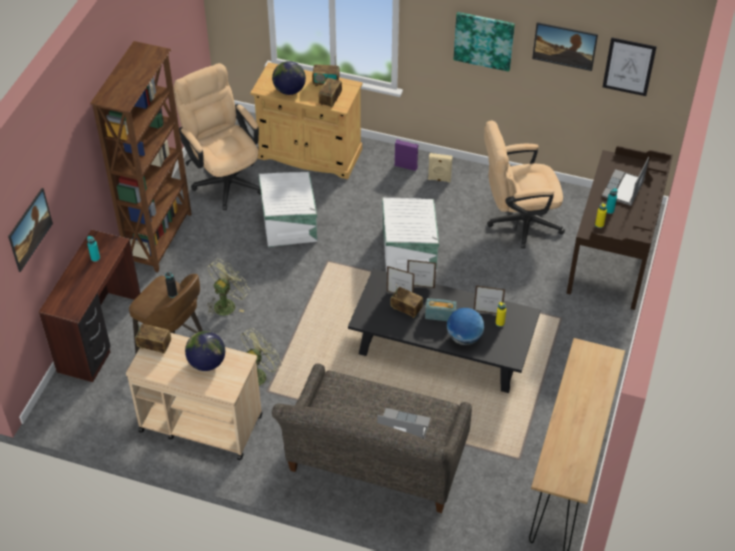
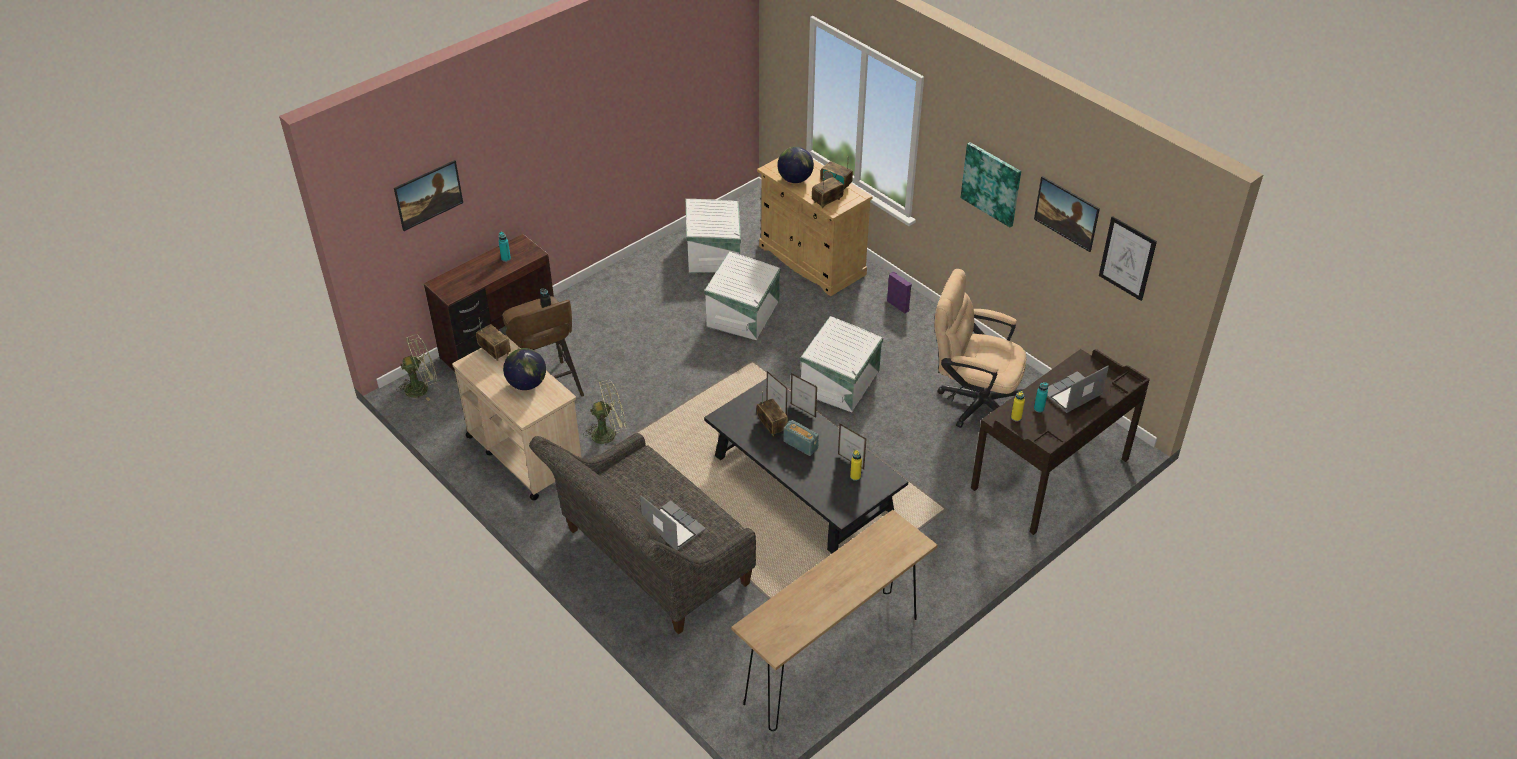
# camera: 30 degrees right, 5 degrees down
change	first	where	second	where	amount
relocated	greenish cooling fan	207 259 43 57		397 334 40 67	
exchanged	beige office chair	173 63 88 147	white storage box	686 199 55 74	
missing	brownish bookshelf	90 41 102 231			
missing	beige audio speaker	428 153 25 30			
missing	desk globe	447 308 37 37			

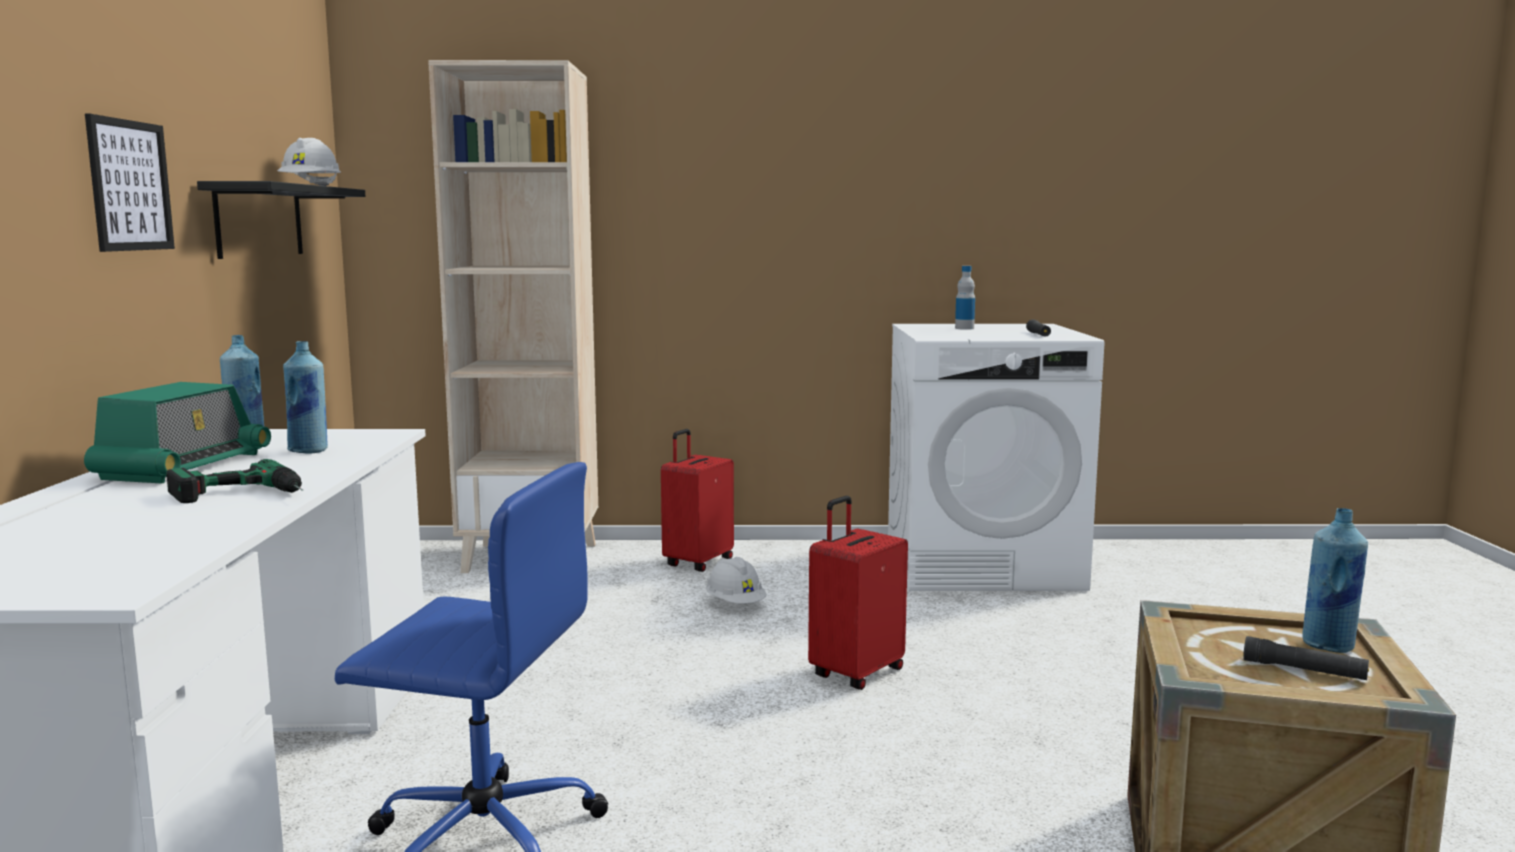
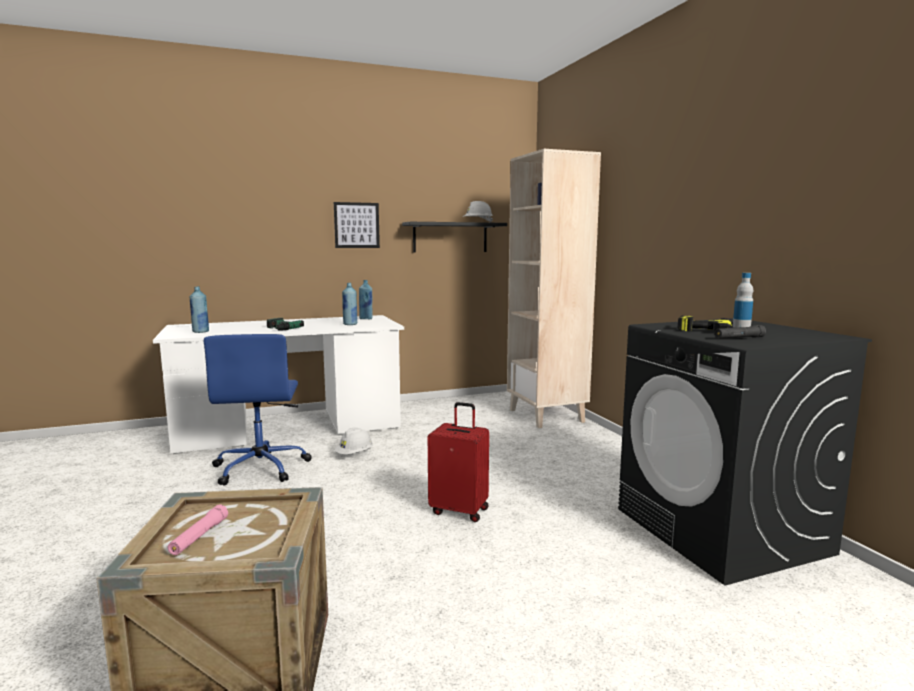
# camera: 70 degrees right, 0 degrees up
change	first	where	second	where	amount
colour	blackish torch	1243 636 126 44	pink-coloured torch	168 504 60 51	
relocated	blue-coloured beverage bottle	1302 508 66 145		189 286 20 47	
relocated	white safety helmet	706 557 61 47		334 427 39 27	
colour	white laundry machine	888 324 216 267	blackish laundry machine	618 318 254 267	
appeared			drill	678 316 54 15	
missing	radio receiver	84 382 187 102			
missing	red-coloured suitcase	661 429 73 143			

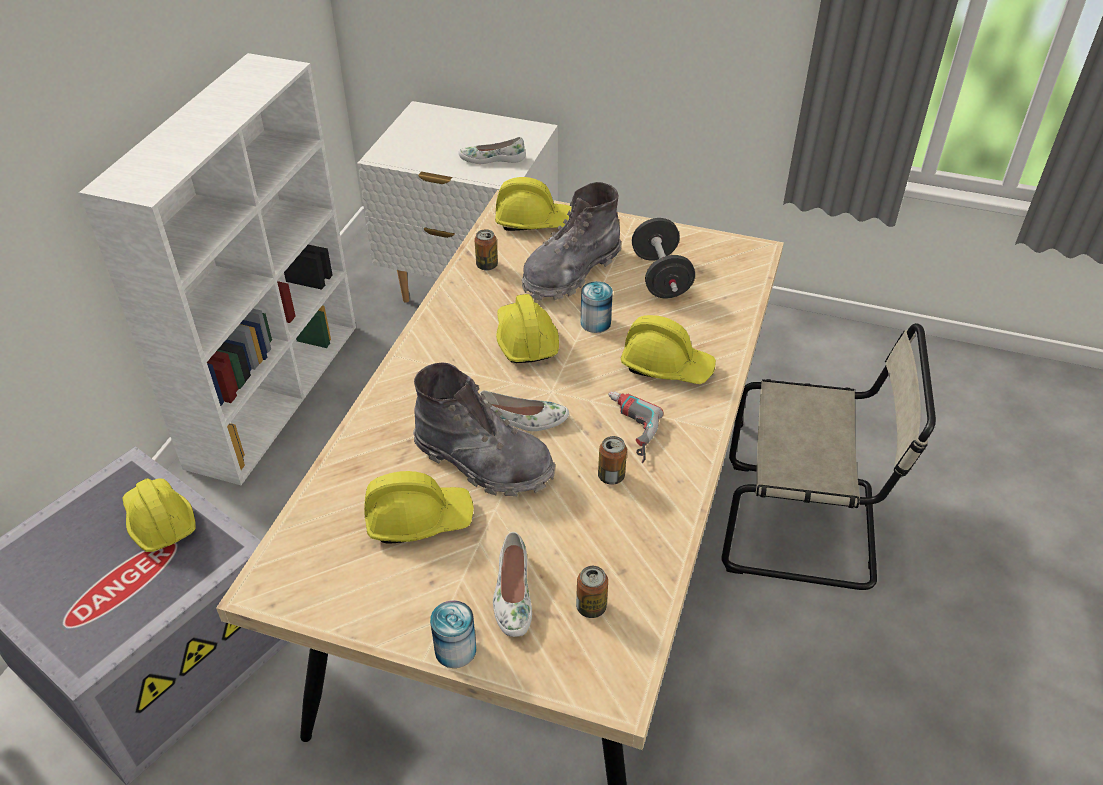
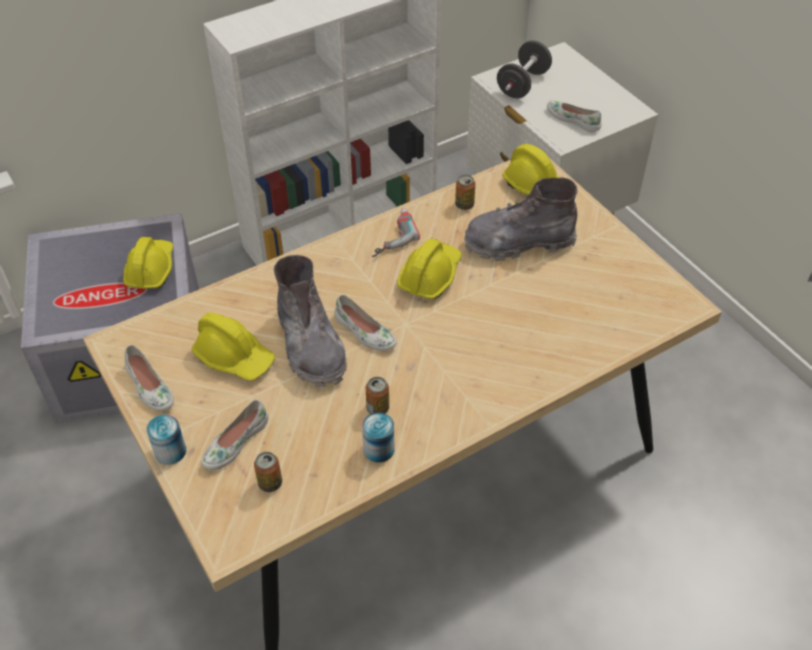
# camera: 40 degrees right, 5 degrees up
change	first	where	second	where	amount
appeared			white shoe	125 345 49 66	
relocated	sealed can	581 281 32 52		362 412 32 51	
relocated	drill	608 391 55 72		372 208 48 49	
relocated	blackish hand weight	632 218 63 80		497 40 55 58	
missing	yellow safety helmet	621 315 95 69			
missing	beige plain chair	722 323 214 267			

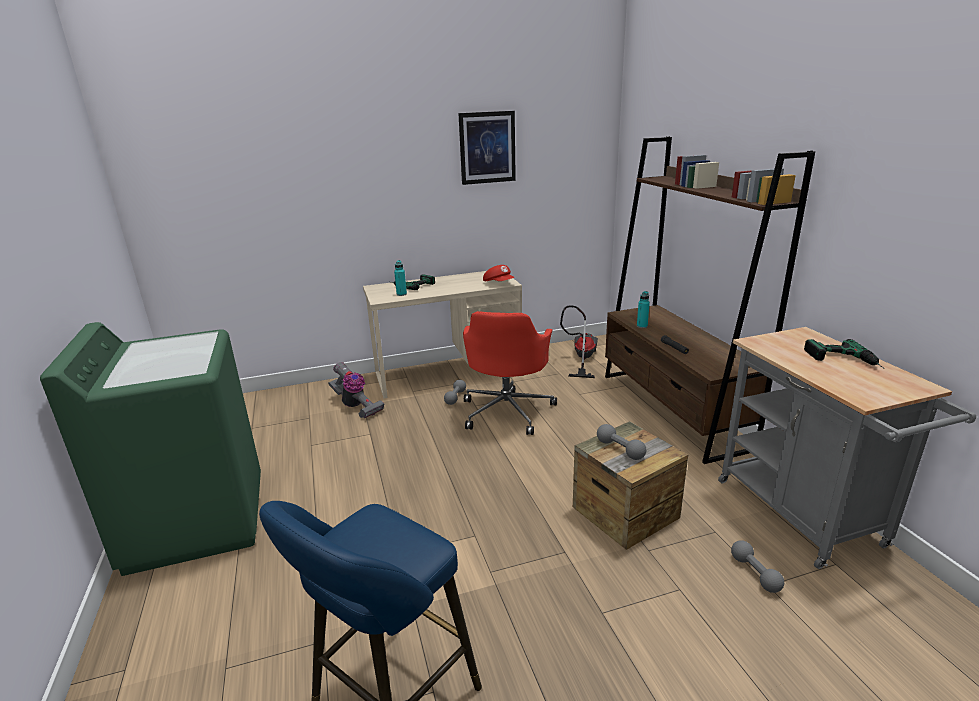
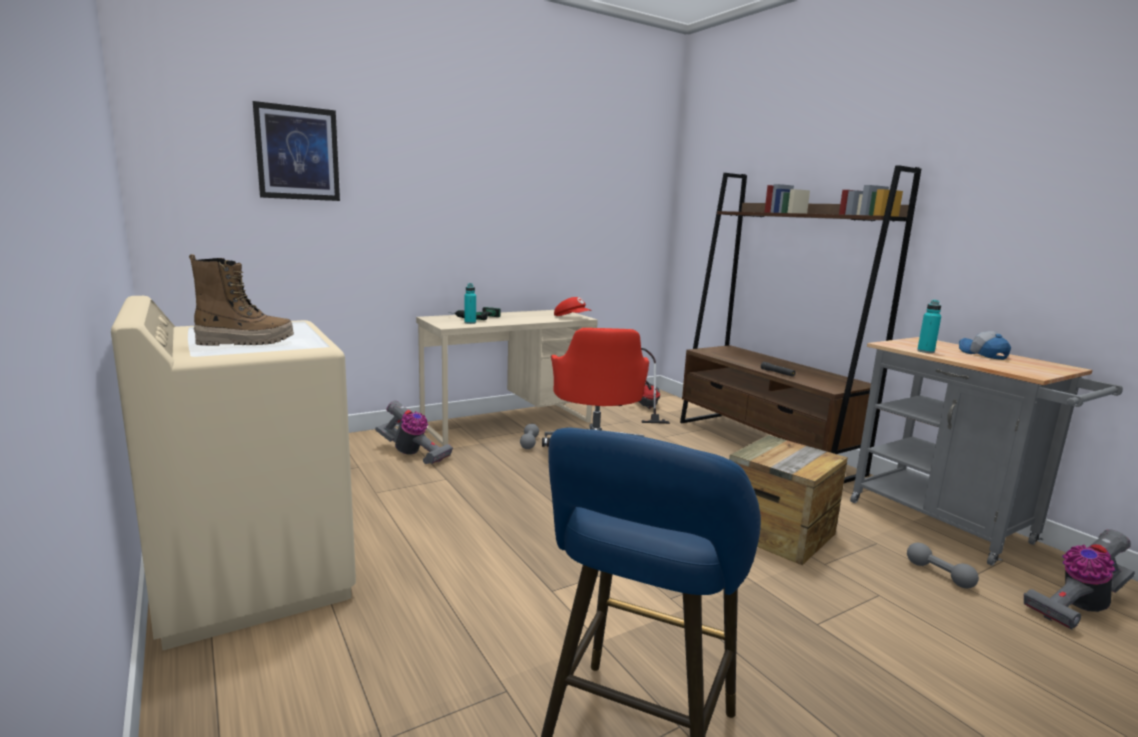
# camera: 15 degrees left, 10 degrees down
change	first	where	second	where	amount
colour	greenish laundry machine	40 322 221 254	beige laundry machine	111 296 245 354	
appeared			tall boot	189 254 105 92	
relocated	wall picture	458 111 58 74		253 101 87 100	
relocated	turquoise beverage bottle	637 291 13 37		917 300 24 53	
exchanged	drill	804 339 81 30	cap	959 331 52 29	
appeared			hoover	1024 530 111 100	
missing	greyish hand weight	597 424 49 36			

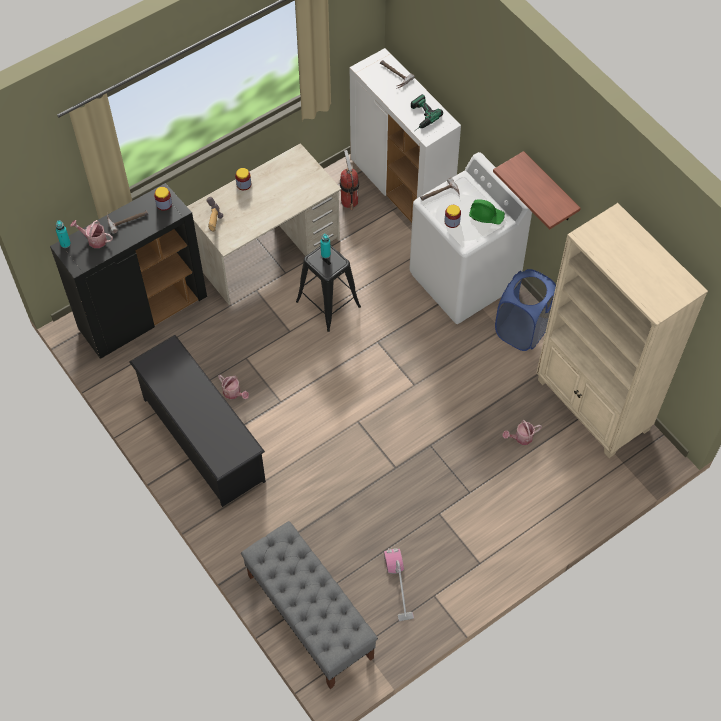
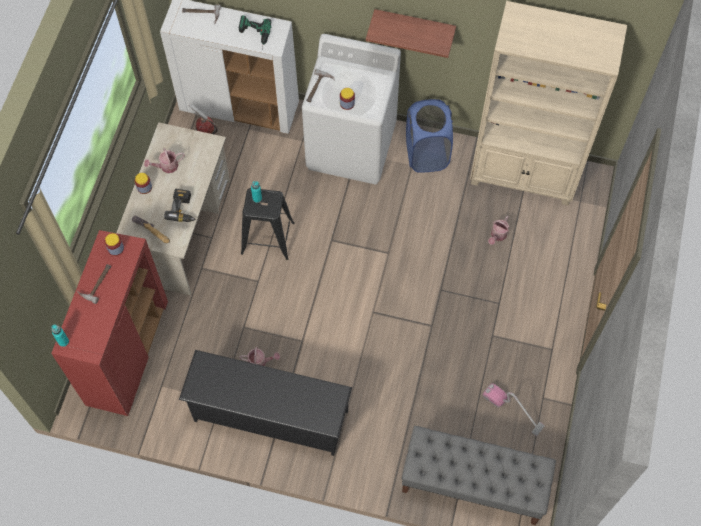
# camera: 40 degrees left, 5 degrees up
change	first	where	second	where	amount
colour	blackish cupboard	50 183 157 176	red-coloured cupboard	51 230 117 186	
relocated	watering pot	70 220 43 28		144 148 41 25	
appeared			drill	164 189 33 33	
missing	greenish safety helmet	469 199 36 26			

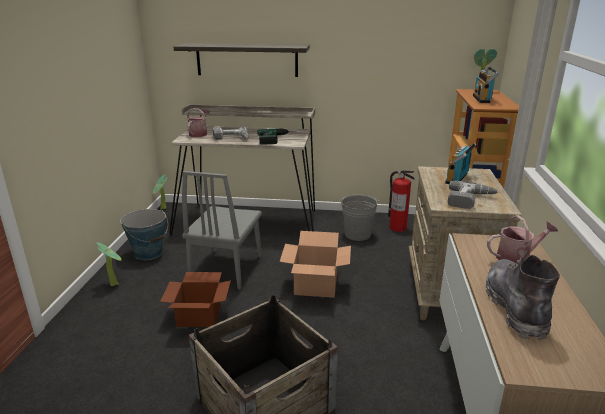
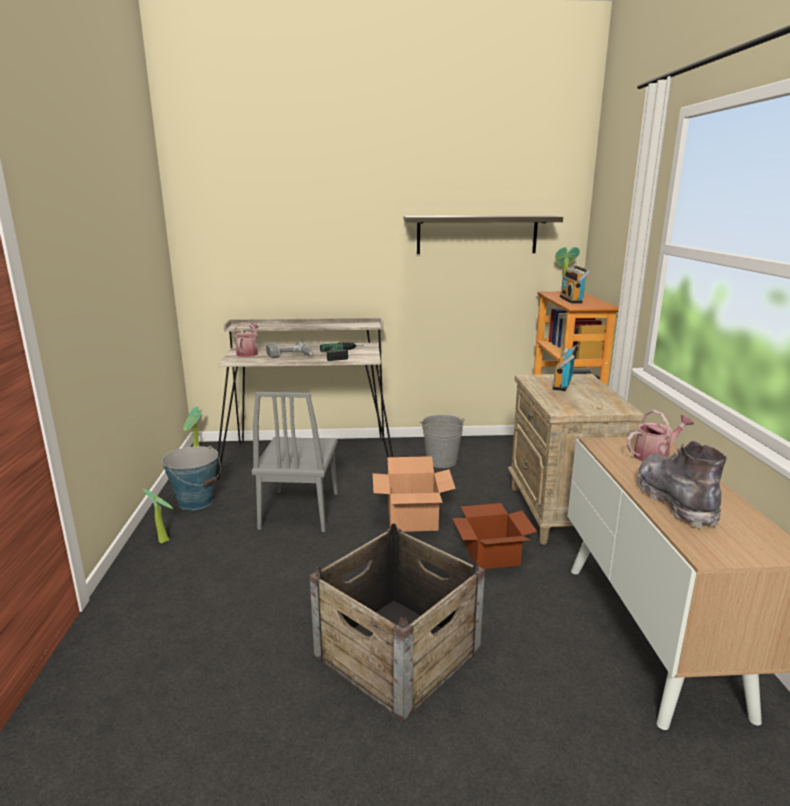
# camera: 10 degrees left, 5 degrees down
change	first	where	second	where	amount
relocated	shelf	173 43 137 34		403 216 160 38	
relocated	cardboard box	160 272 71 55		452 503 85 66	
missing	fire-fighting cylinder	388 170 26 62			
missing	drill	447 181 52 28			

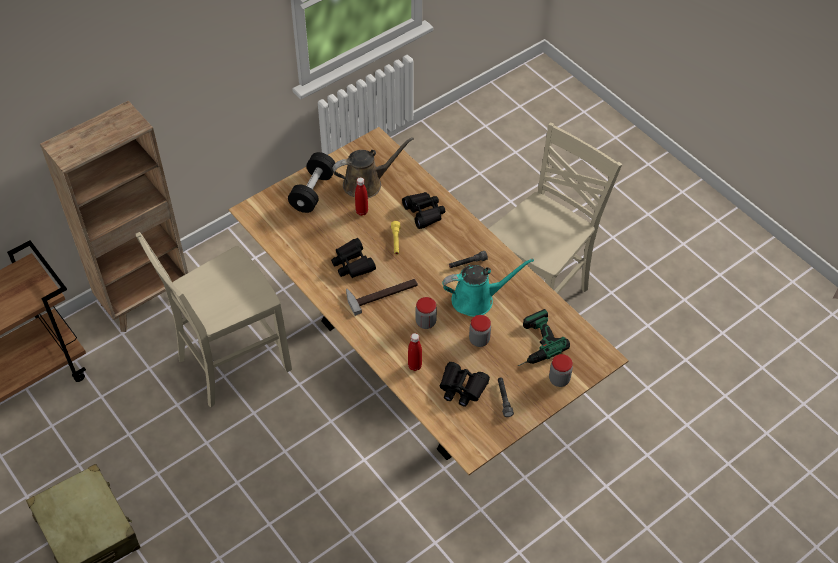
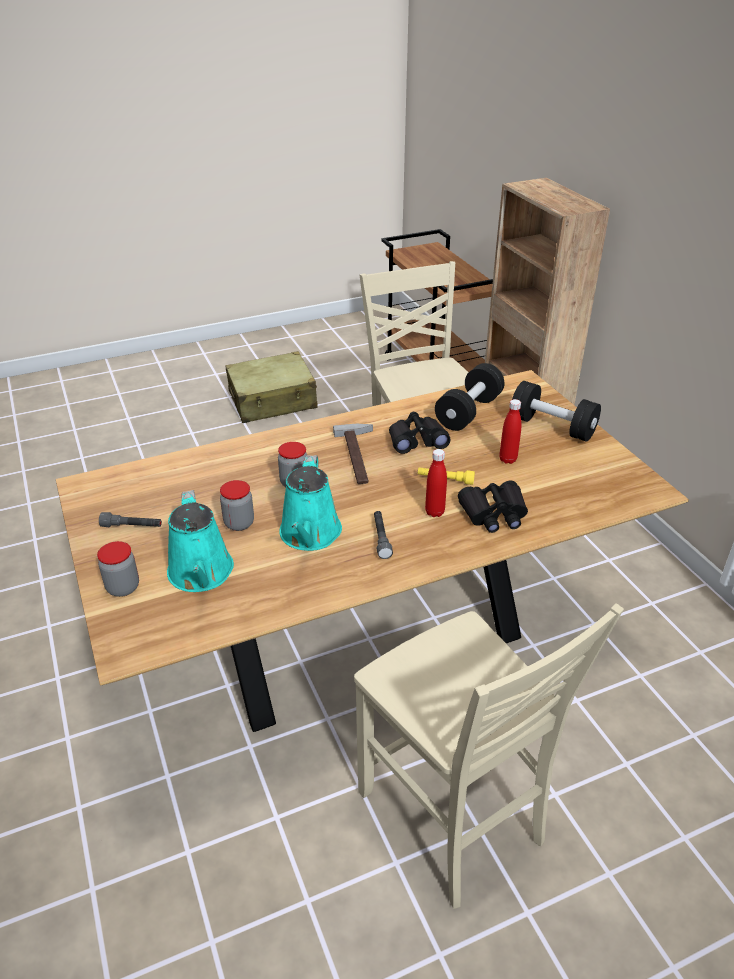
# camera: 105 degrees right, 15 degrees down
change	first	where	second	where	amount
exchanged	drill	518 309 52 57	turquoise watering pot	167 490 67 102	
relocated	red-coloured beverage bottle	408 333 14 38		425 449 22 68	
appeared			blackish hand weight	435 363 70 68	
missing	brownish watering pot	333 137 81 61			
missing	blackish field glasses	440 362 50 45			

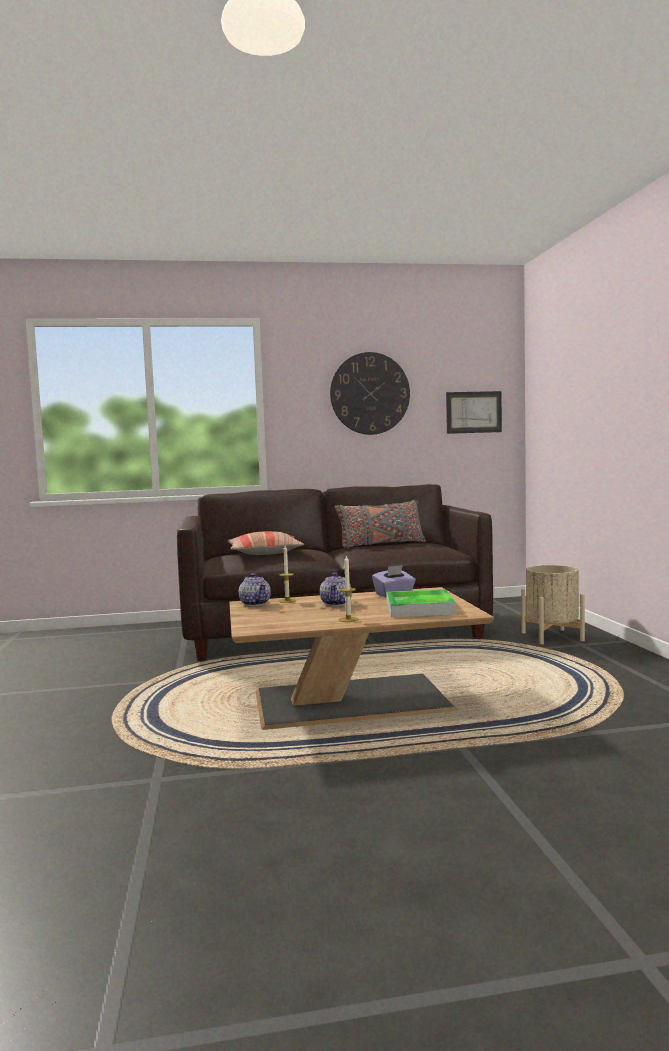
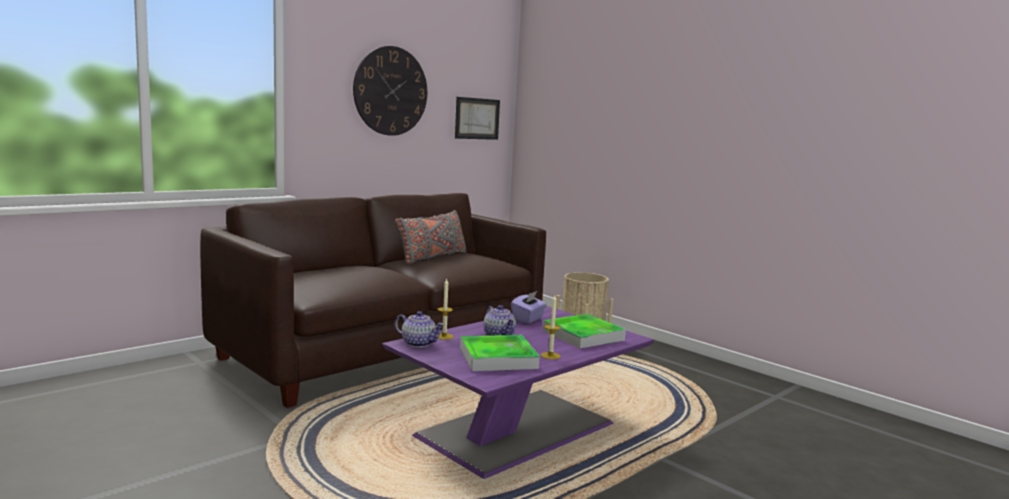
# camera: 35 degrees left, 5 degrees up
change	first	where	second	where	amount
colour	brownish lounge table	229 587 265 143	purple-coloured lounge table	382 307 272 172	
appeared			carrying tray	460 335 80 36	
missing	cushion	228 531 76 24			

